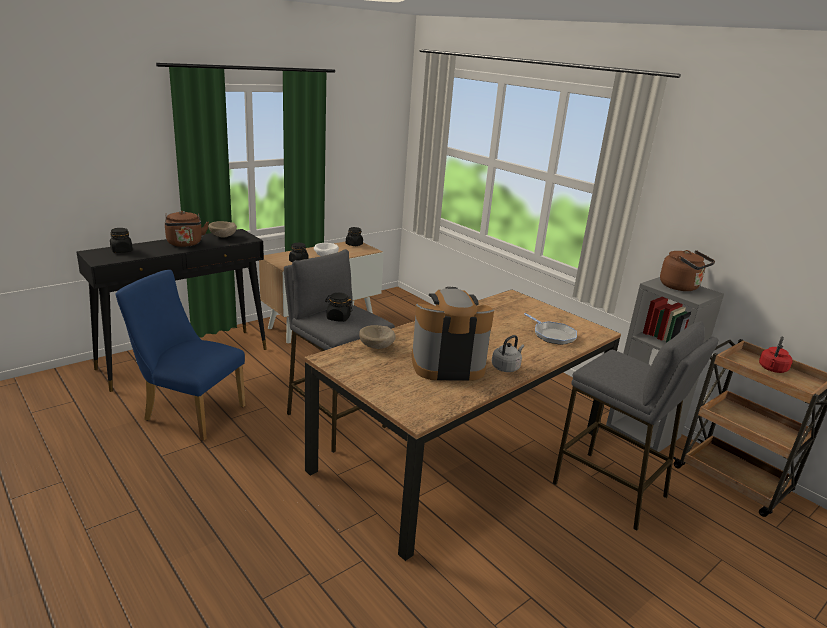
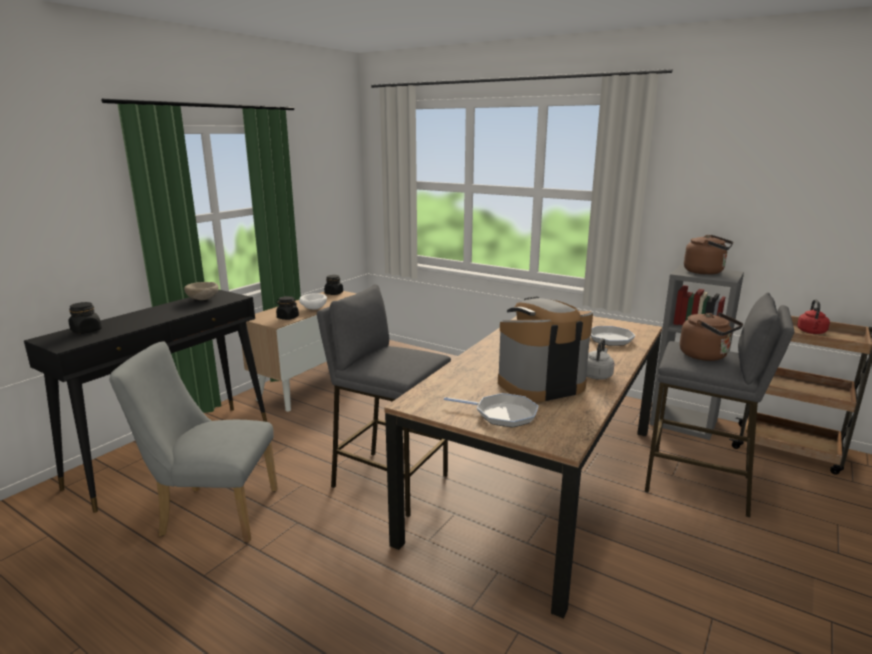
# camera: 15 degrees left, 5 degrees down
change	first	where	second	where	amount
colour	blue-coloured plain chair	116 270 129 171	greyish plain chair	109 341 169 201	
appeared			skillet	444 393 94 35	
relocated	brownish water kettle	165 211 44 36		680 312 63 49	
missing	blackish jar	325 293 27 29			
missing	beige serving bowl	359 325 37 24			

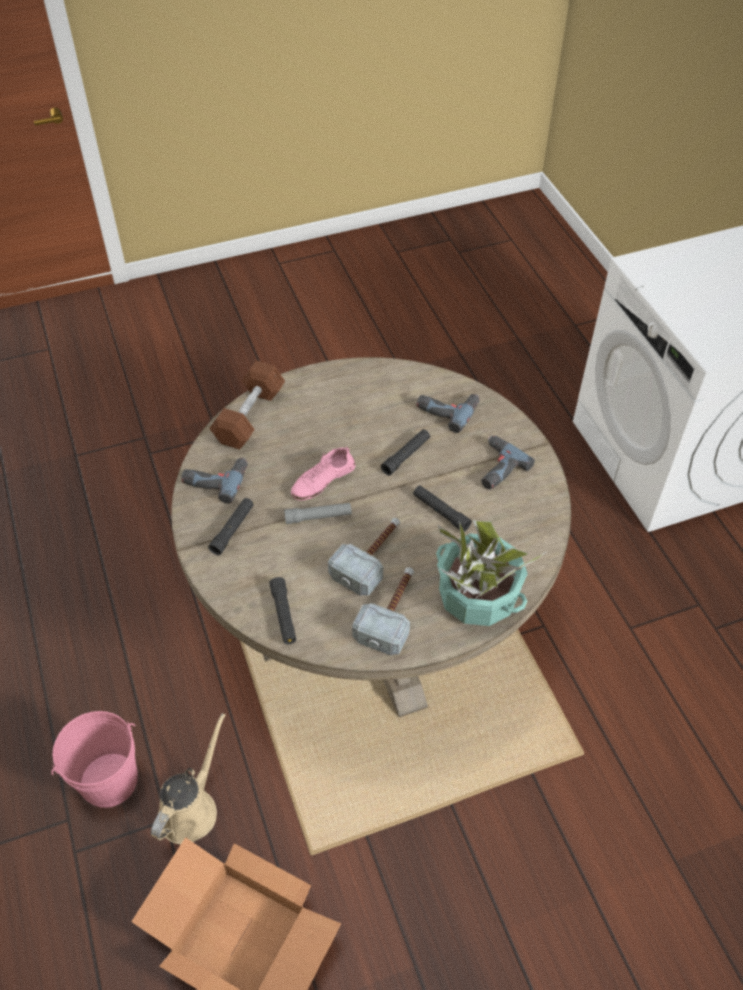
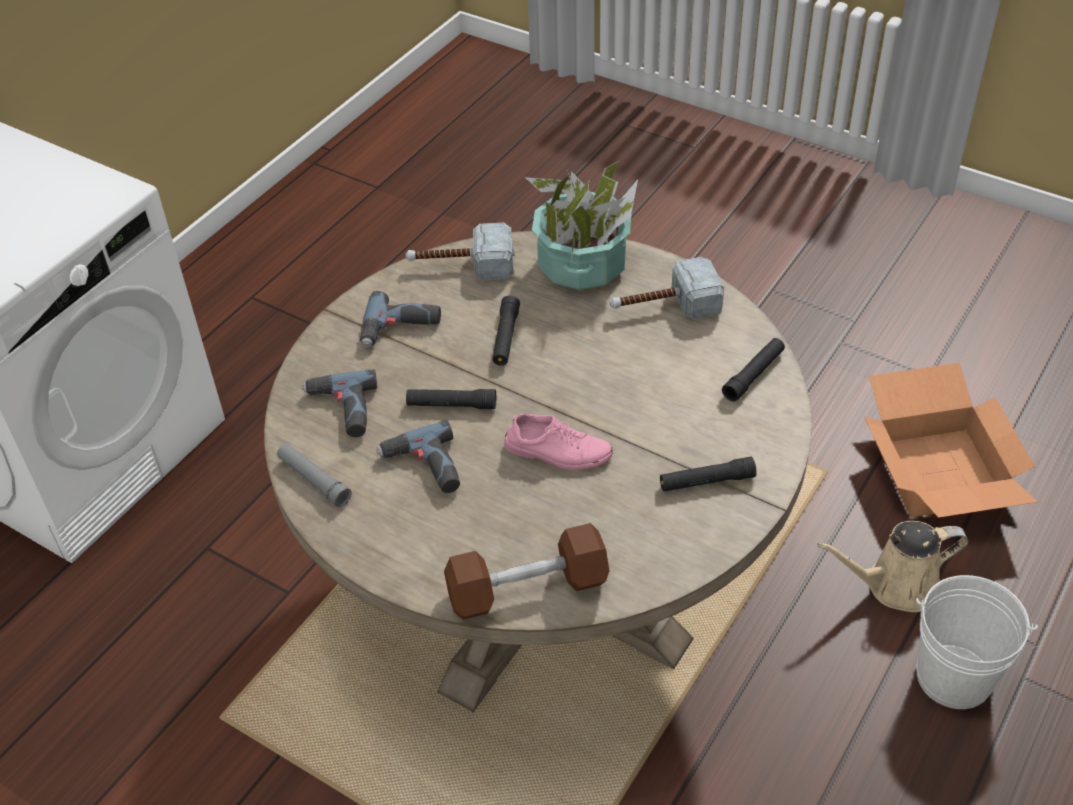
# camera: 125 degrees left, 5 degrees down
change	first	where	second	where	amount
relocated	greyish torch	284 503 68 21		277 443 74 64	
relocated	drill	181 458 67 46		376 420 84 73	
relocated	tool hammer	328 518 72 78		406 223 109 57	
colour	pink-coloured pail	51 711 87 97	white pail	916 575 122 134	

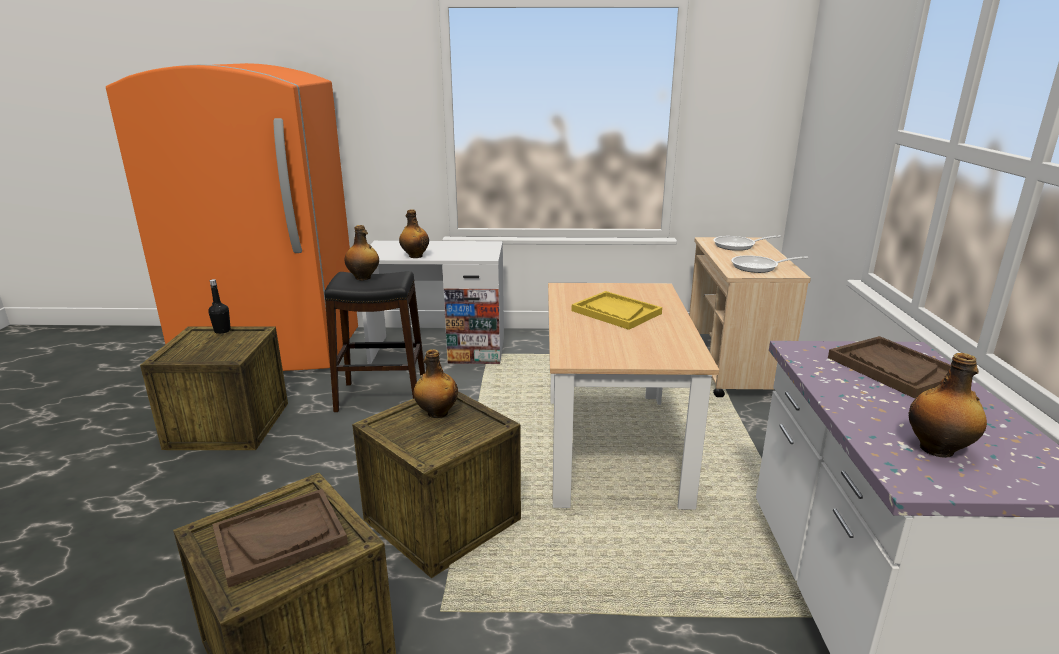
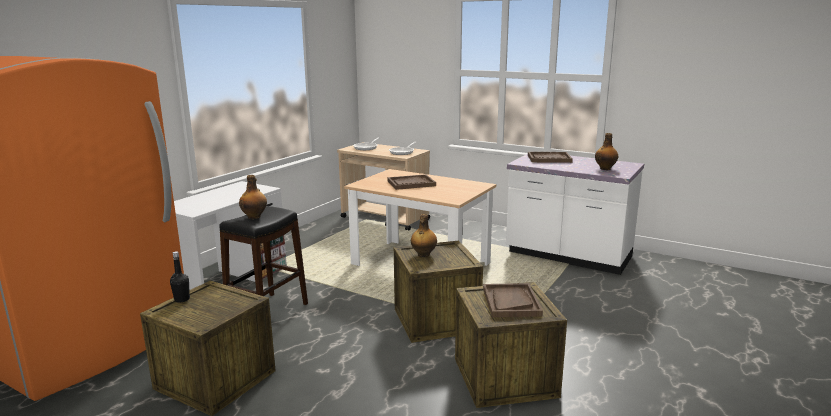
# camera: 60 degrees left, 5 degrees down
change	first	where	second	where	amount
colour	yellow carrying tray	572 291 90 39	brownish carrying tray	387 174 49 16	
missing	beverage bottle	399 209 30 49			

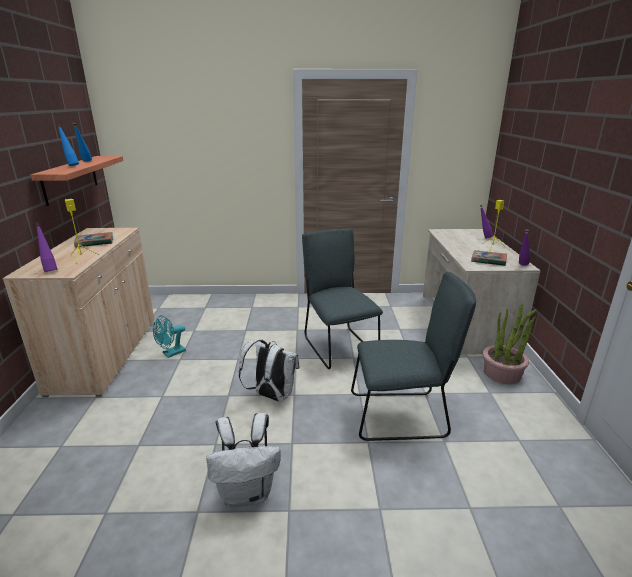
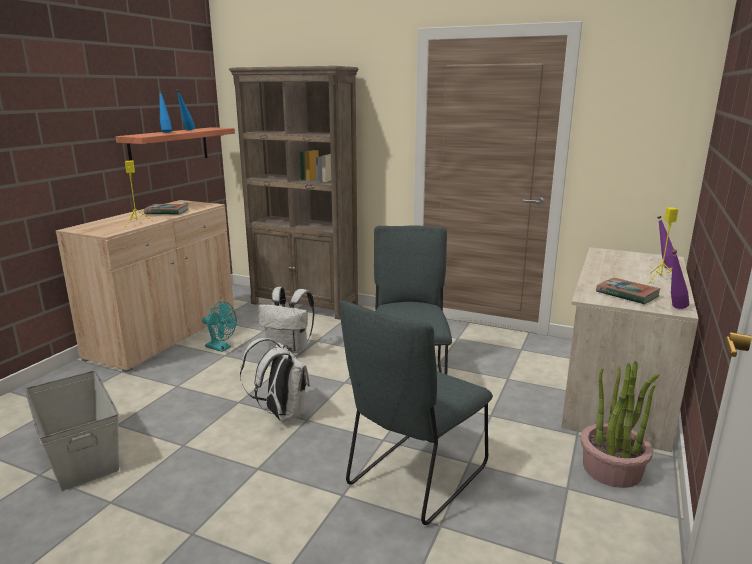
# camera: 25 degrees right, 5 degrees down
change	first	where	second	where	amount
appeared			greyish storage box	25 371 94 120	
spun	turquoise cooling fan	153 315 33 43		202 301 35 51	135 degrees counterclockwise
appeared			brownish bookshelf	229 66 130 254	
relocated	white knapsack	206 413 75 94		258 287 56 69	
spun	greyish plain chair	351 272 125 169		339 301 154 224	105 degrees clockwise
missing	purple-coloured beverage bottle	35 222 22 50			

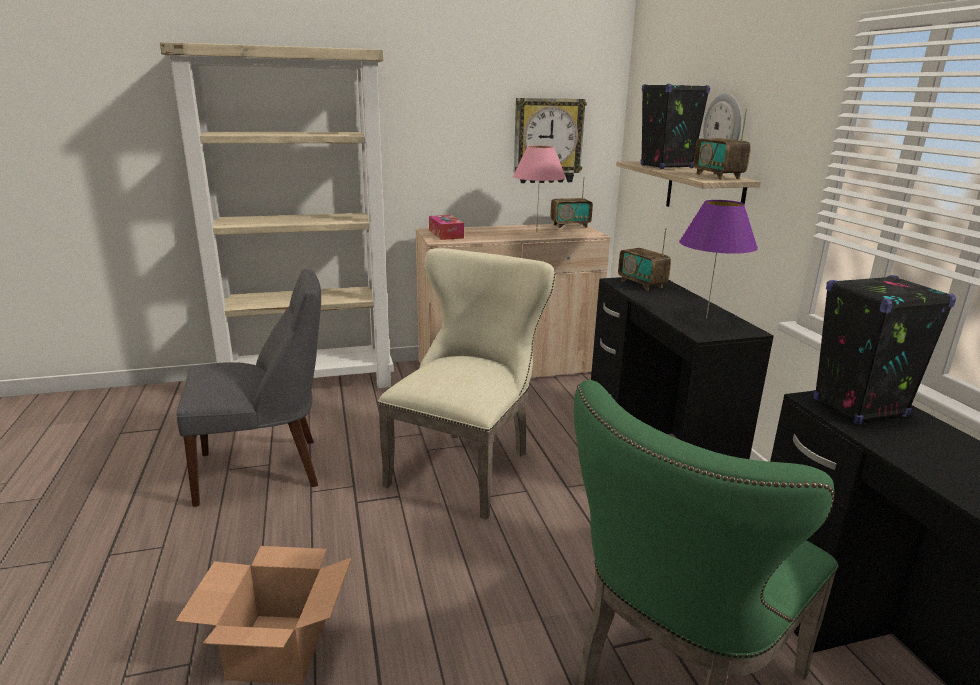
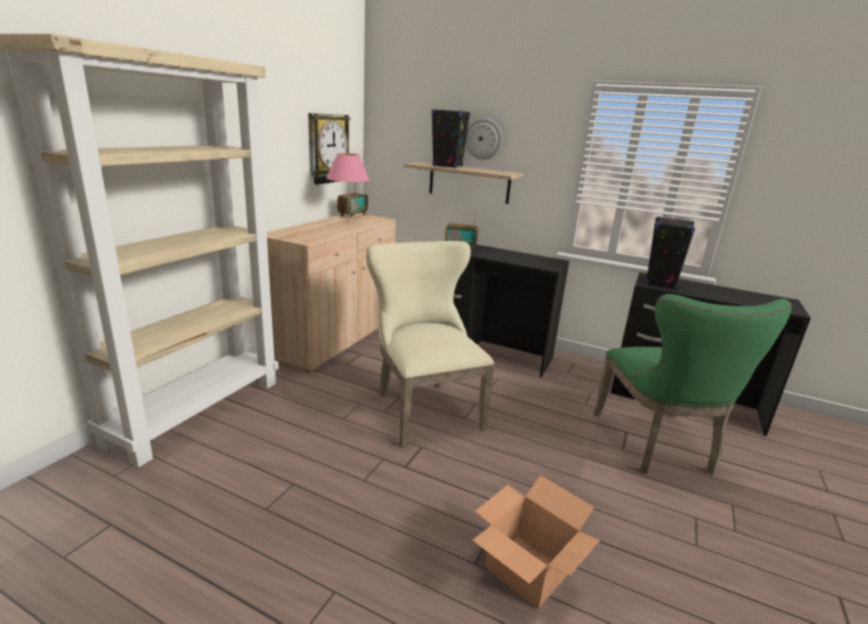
# camera: 50 degrees left, 0 degrees up
change	first	where	second	where	amount
missing	greyish plain chair	176 269 145 238			
missing	tissue box	429 215 35 25			
missing	purple-coloured table lamp	679 200 79 118			
missing	radio receiver	694 109 57 71			

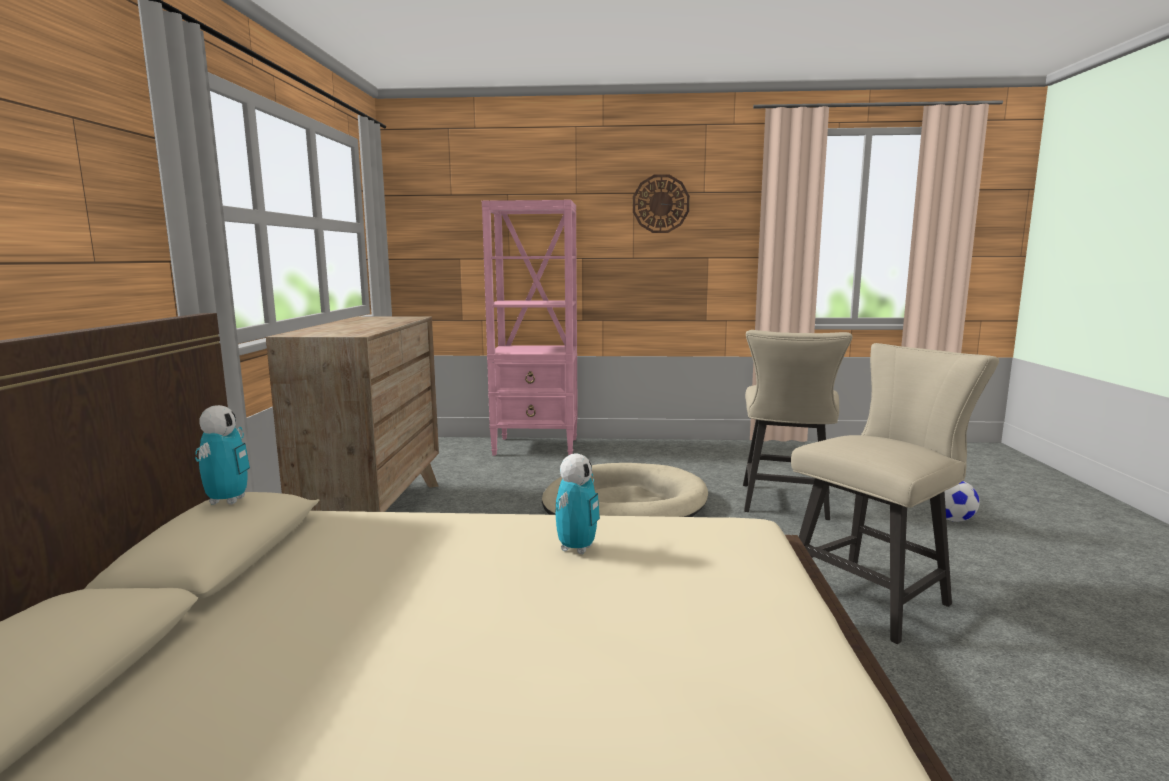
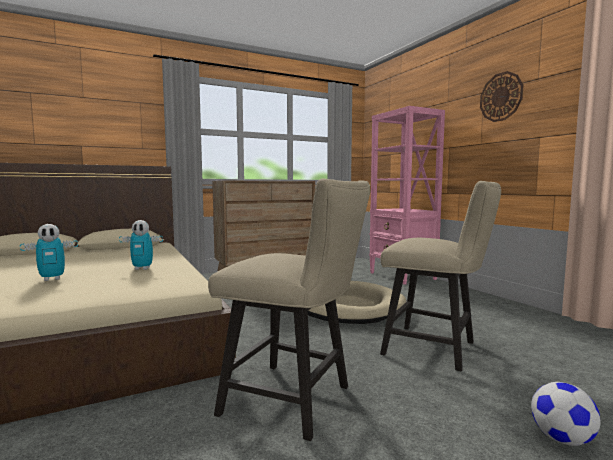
# camera: 60 degrees right, 5 degrees down
change	first	where	second	where	amount
relocated	robot figure	195 405 55 100		20 224 58 57	
spun	beige plain chair	743 330 110 190		380 181 121 191	135 degrees counterclockwise

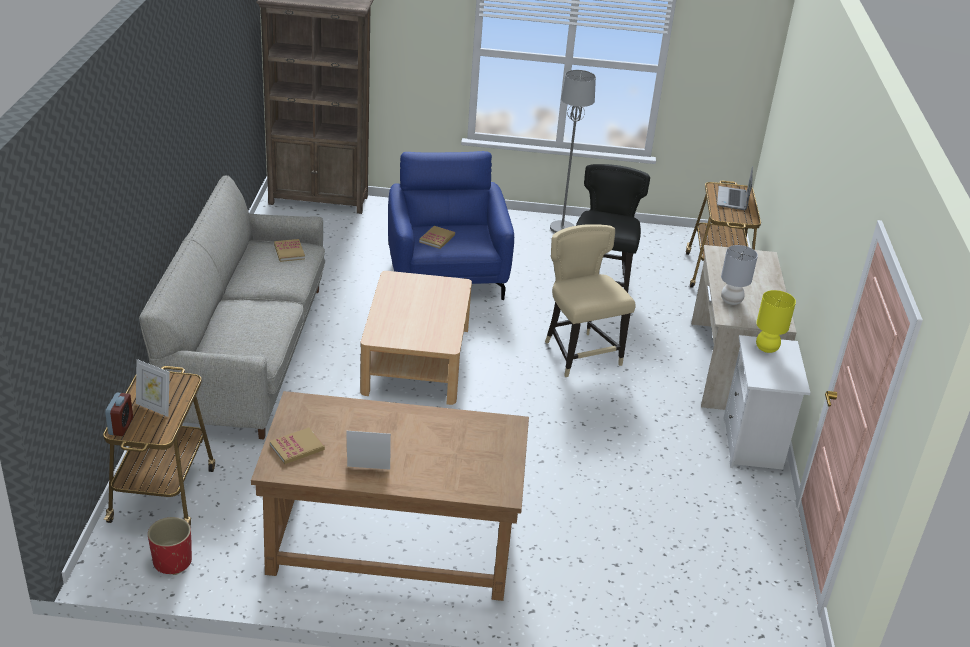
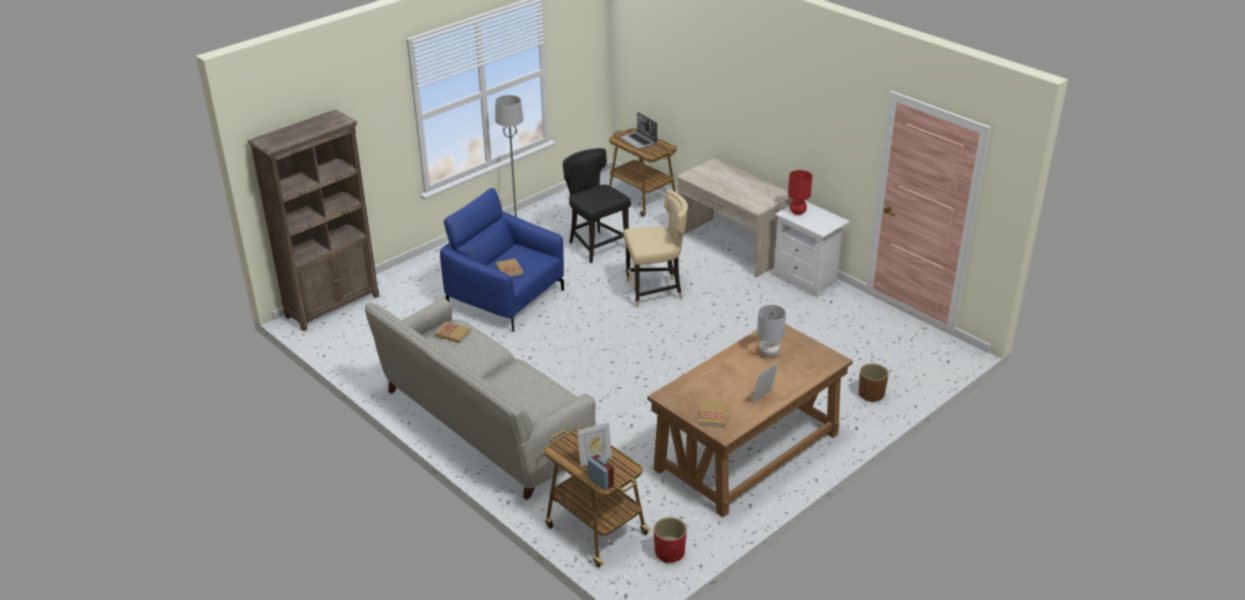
# camera: 45 degrees left, 0 degrees up
change	first	where	second	where	amount
spun	beige plain chair	545 224 90 153		623 189 65 119	150 degrees clockwise
relocated	greyish table lamp	721 245 37 60		757 305 29 52	
colour	yellow table lamp	756 290 40 63	red-coloured table lamp	788 170 24 45	
appeared			brownish flower pot	859 363 30 40	
missing	beige lounge table	360 271 112 134			

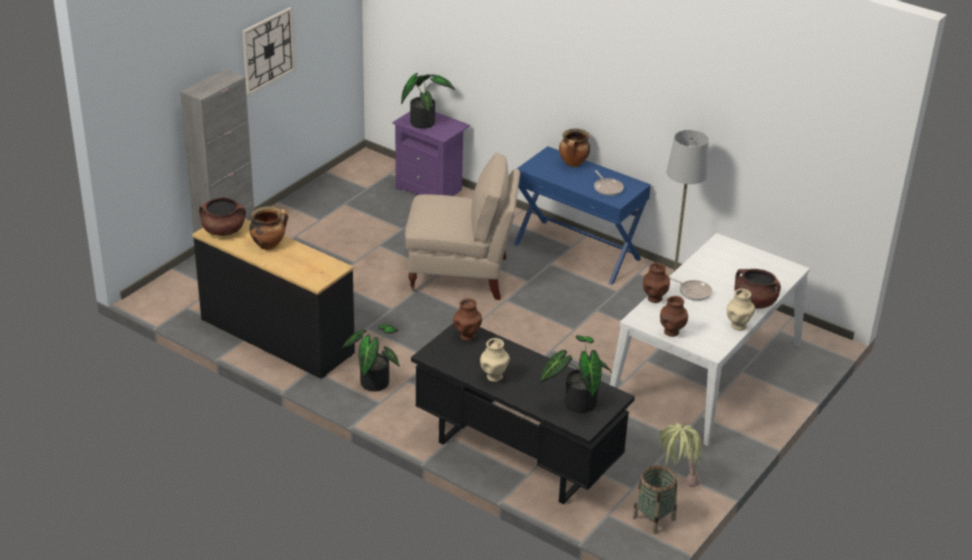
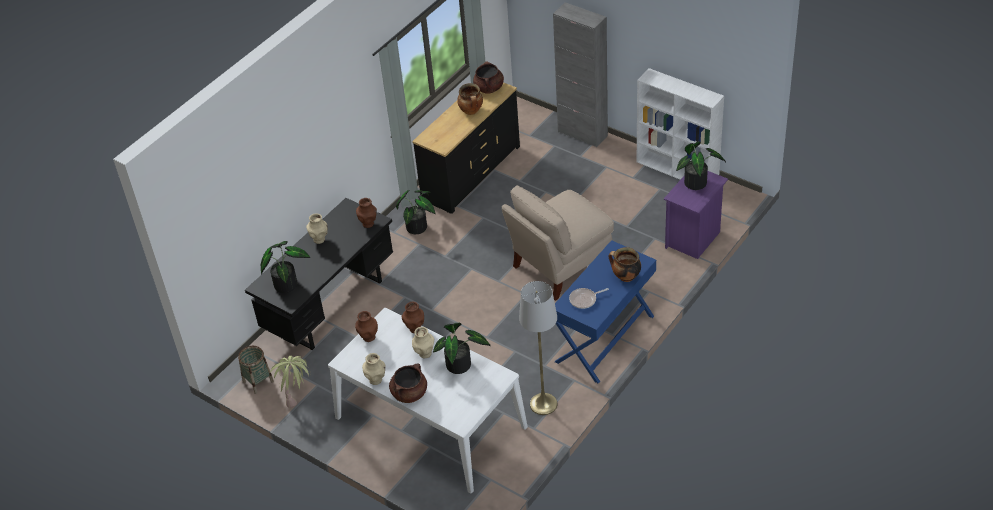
# camera: 95 degrees right, 10 degrees up
change	first	where	second	where	amount
exchanged	skillet	669 277 43 24	beige vase	412 327 22 31	
appeared			plant in a pot	433 323 58 51	
spun	beige plain chair	405 152 115 148		502 185 112 116	45 degrees clockwise
appeared			white bookshelf	637 68 87 112	
missing	clock on the wall	242 7 53 88			

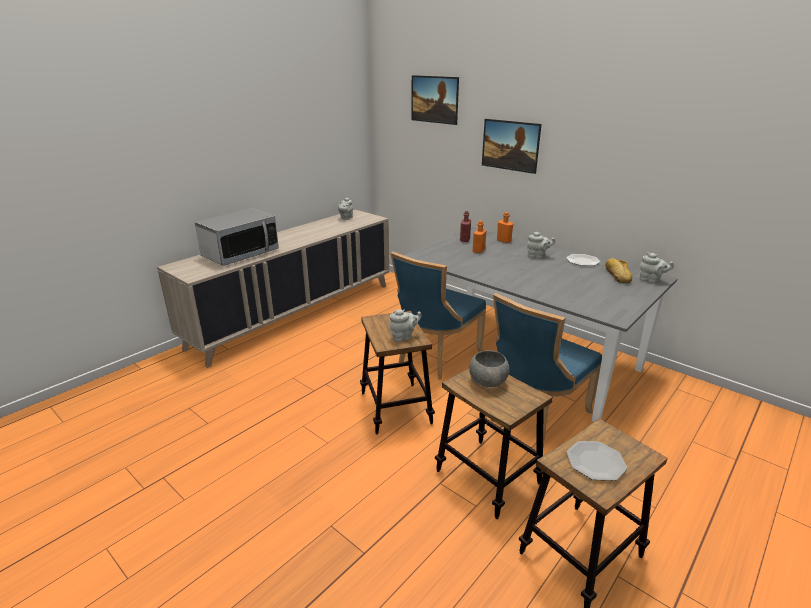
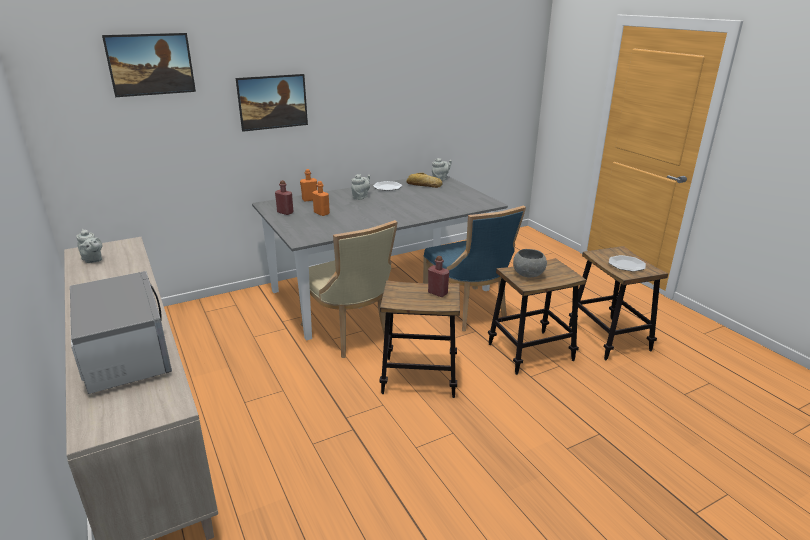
# camera: 70 degrees left, 0 degrees up
change	first	where	second	where	amount
colour	blue-coloured plain chair	391 252 95 128	beige plain chair	298 220 100 138	
exchanged	greyish teapot	389 309 32 33	red-coloured beverage bottle	428 256 21 41	

